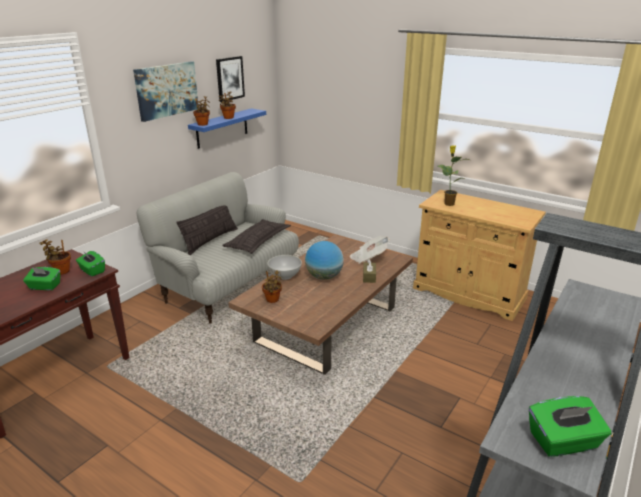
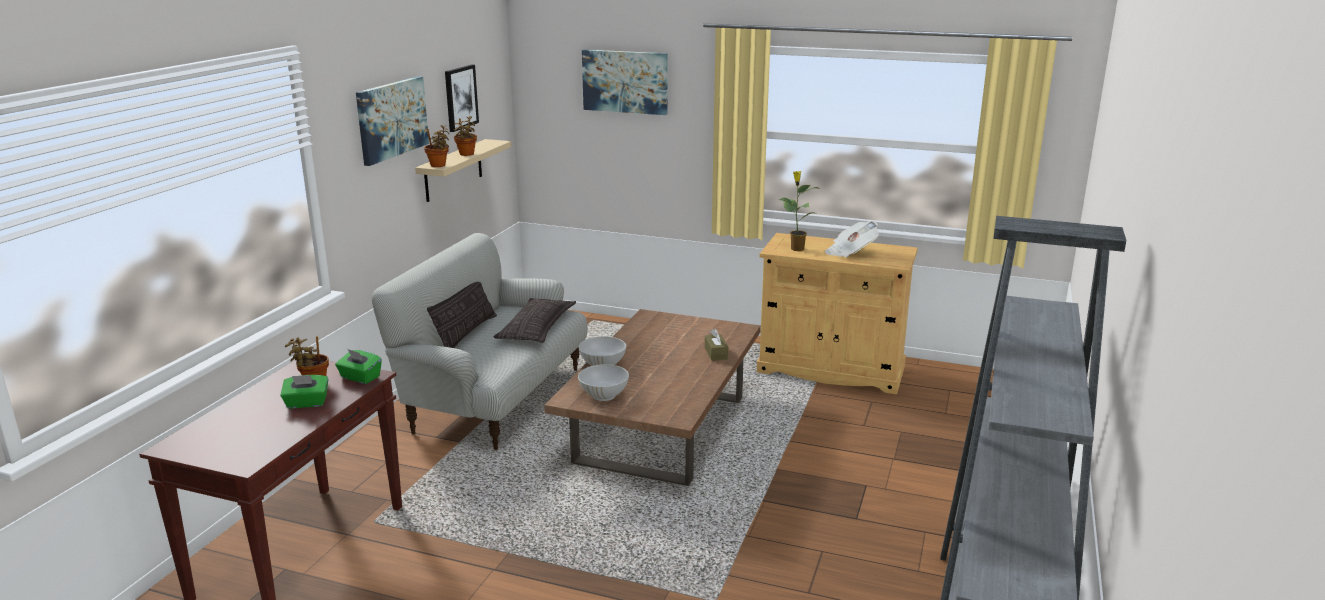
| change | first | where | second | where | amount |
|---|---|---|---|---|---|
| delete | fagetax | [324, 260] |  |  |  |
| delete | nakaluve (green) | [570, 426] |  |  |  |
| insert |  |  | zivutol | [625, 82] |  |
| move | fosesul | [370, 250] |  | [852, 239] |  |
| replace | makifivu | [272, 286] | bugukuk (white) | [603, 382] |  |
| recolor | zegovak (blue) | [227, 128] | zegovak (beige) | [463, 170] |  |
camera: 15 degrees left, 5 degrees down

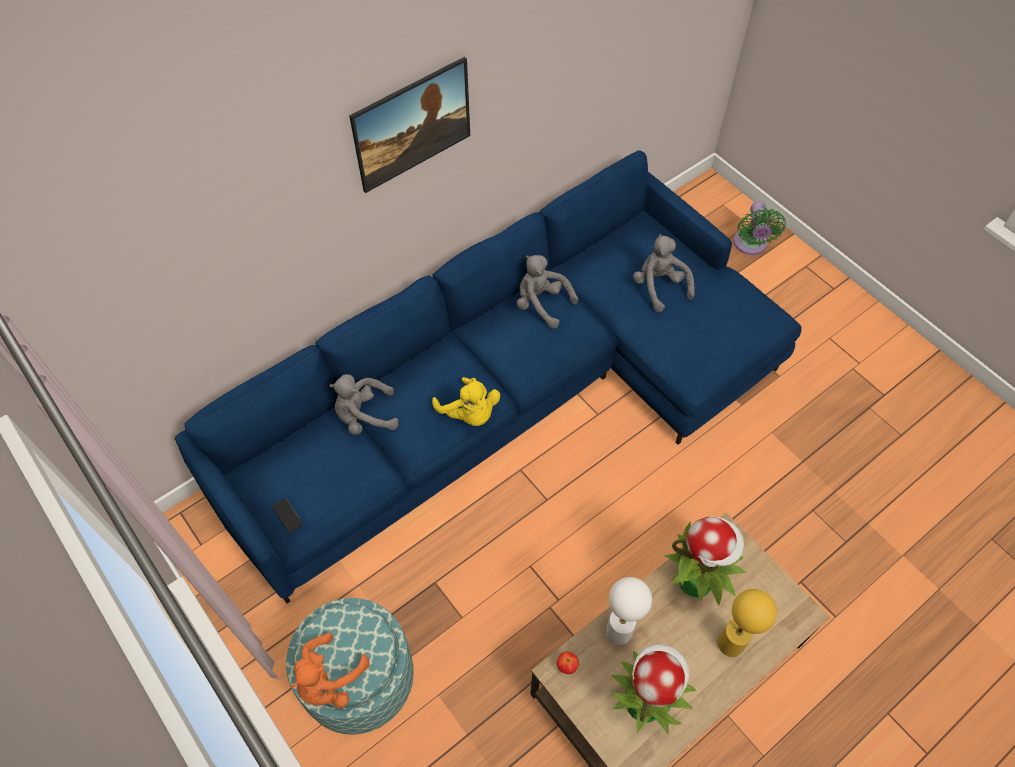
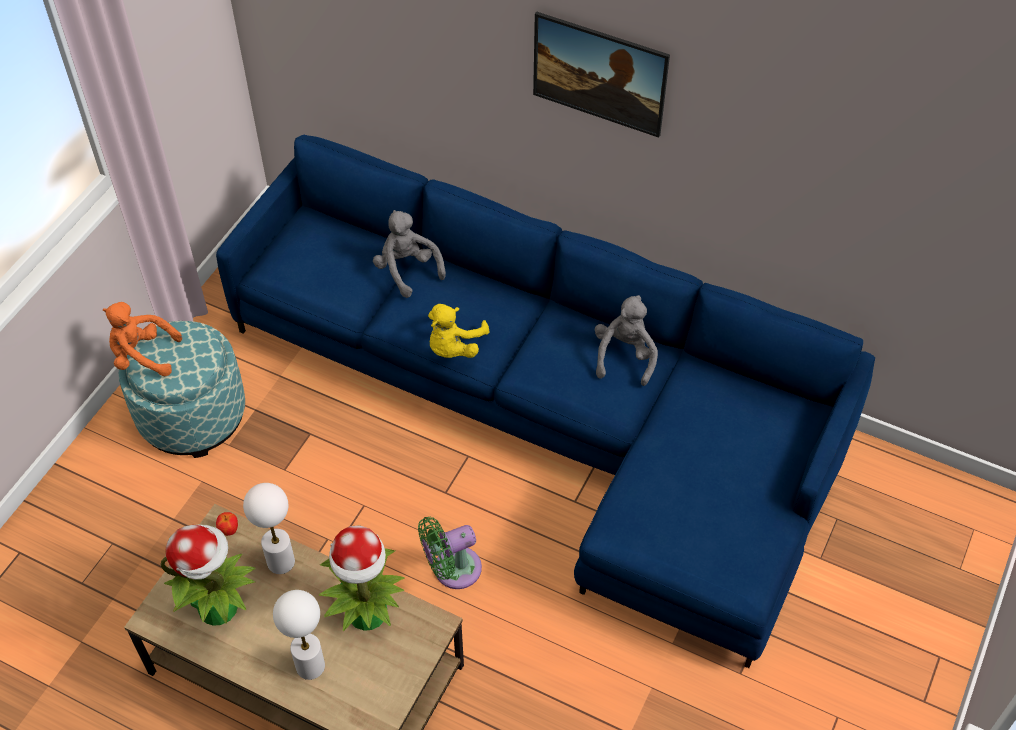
| change | first | where | second | where | amount |
|---|---|---|---|---|---|
| delete | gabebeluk | [287, 515] |  |  |  |
| delete | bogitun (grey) | [663, 273] |  |  |  |
| move | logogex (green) | [760, 228] |  | [450, 553] |  |
| recolor | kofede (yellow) | [747, 623] | kofede (white) | [299, 635] |  |
camera: 65 degrees right, 5 degrees down

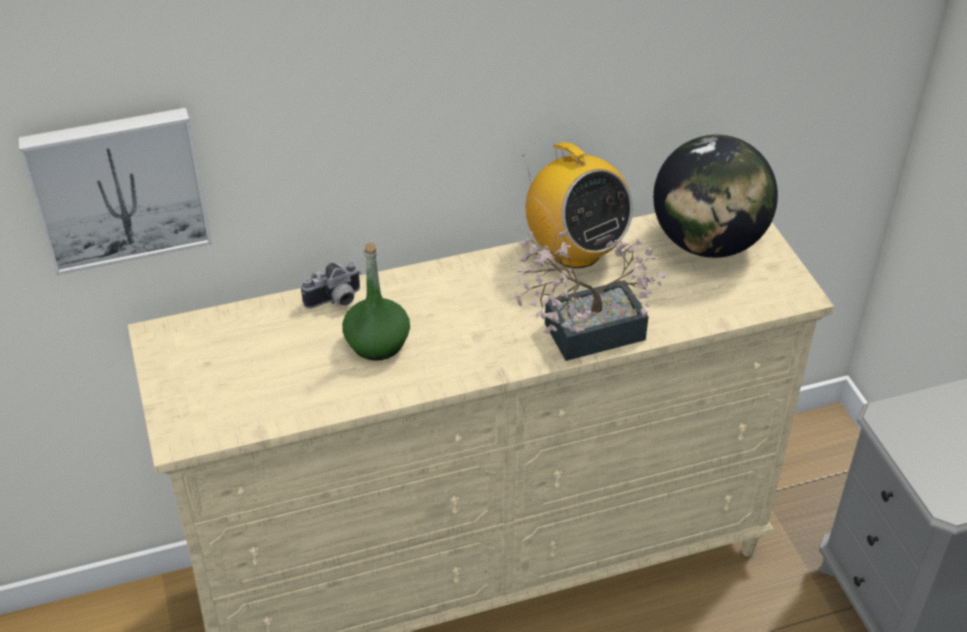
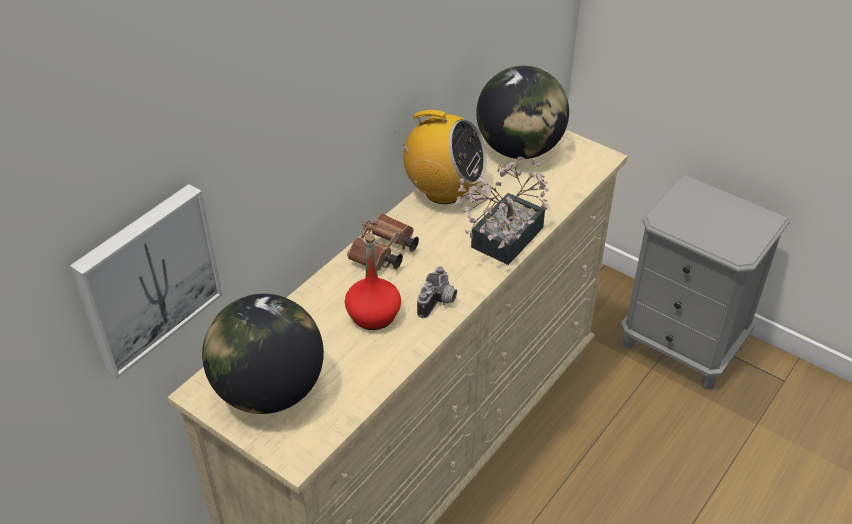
| change | first | where | second | where | amount |
|---|---|---|---|---|---|
| insert |  |  | fagetax | [263, 354] |  |
| insert |  |  | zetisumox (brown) | [383, 242] |  |
| move | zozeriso | [331, 285] |  | [437, 292] |  |
| recolor | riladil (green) | [376, 301] | riladil (red) | [373, 282] |  |
camera: 35 degrees left, 0 degrees up

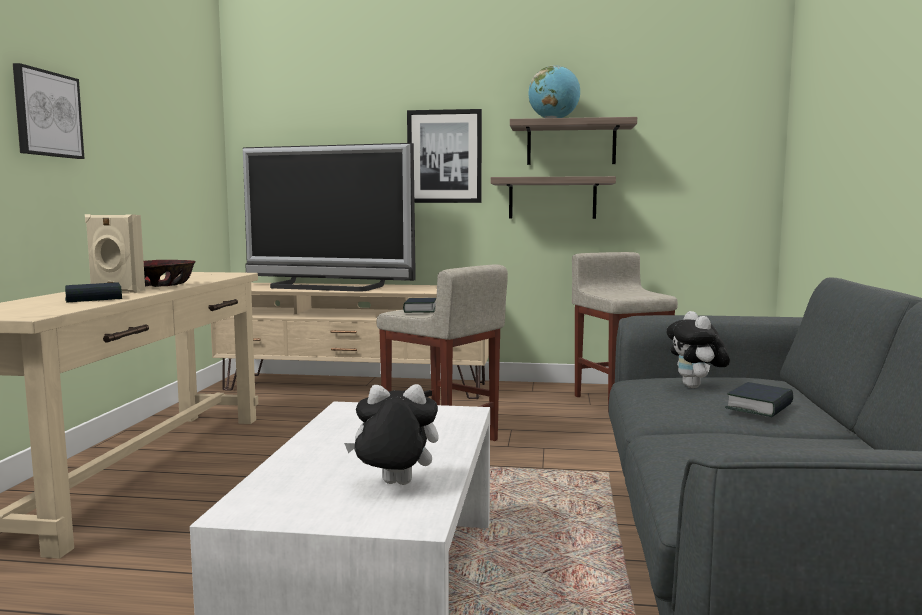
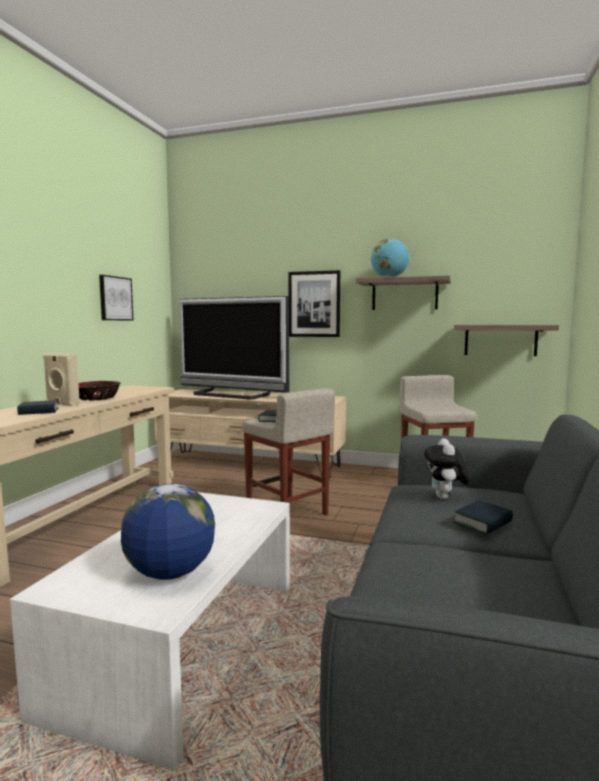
| change | first | where | second | where | amount |
|---|---|---|---|---|---|
| move | zivutol | [48, 111] |  | [116, 297] |  |
| move | zegovak | [553, 197] |  | [506, 340] |  |
| replace | bogitun | [391, 434] | fagetax | [168, 532] |  |
camera: 10 degrees right, 0 degrees up

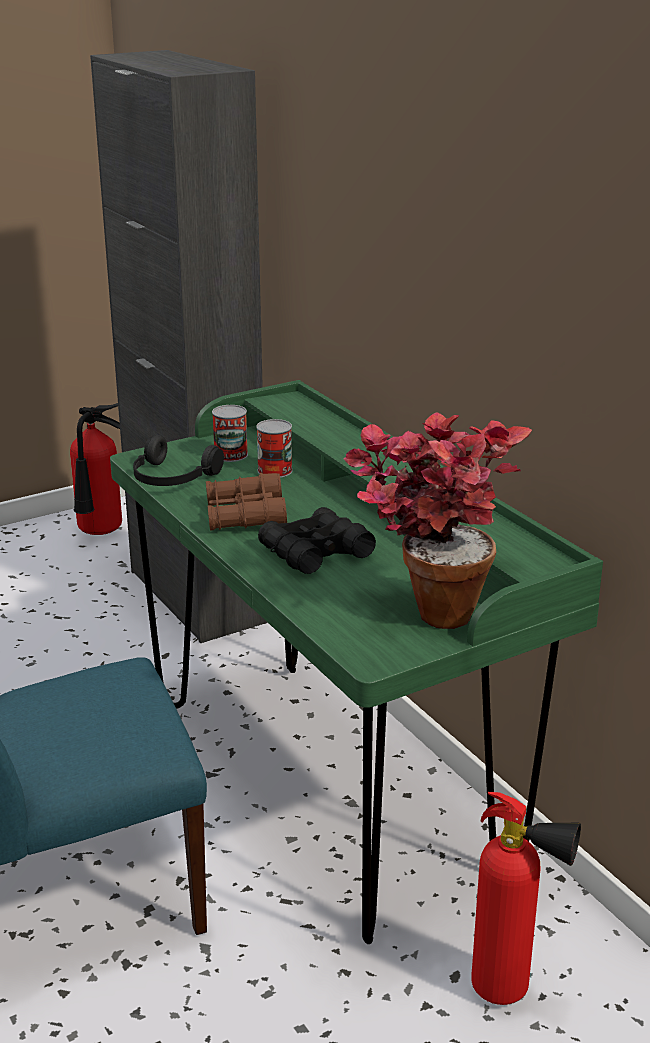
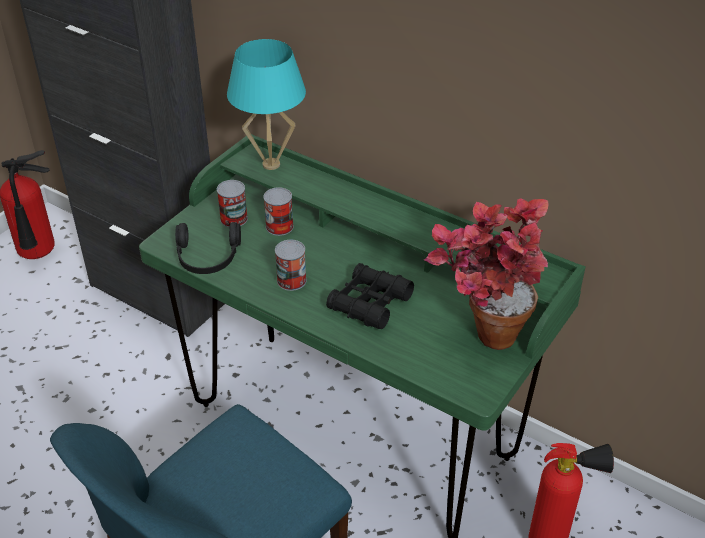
| change | first | where | second | where | amount |
|---|---|---|---|---|---|
| insert |  |  | kofede (turquoise) | [266, 104] |  |
| replace | zetisumox (brown) | [246, 502] | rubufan | [291, 265] |  |
camera: 25 degrees left, 15 degrees up

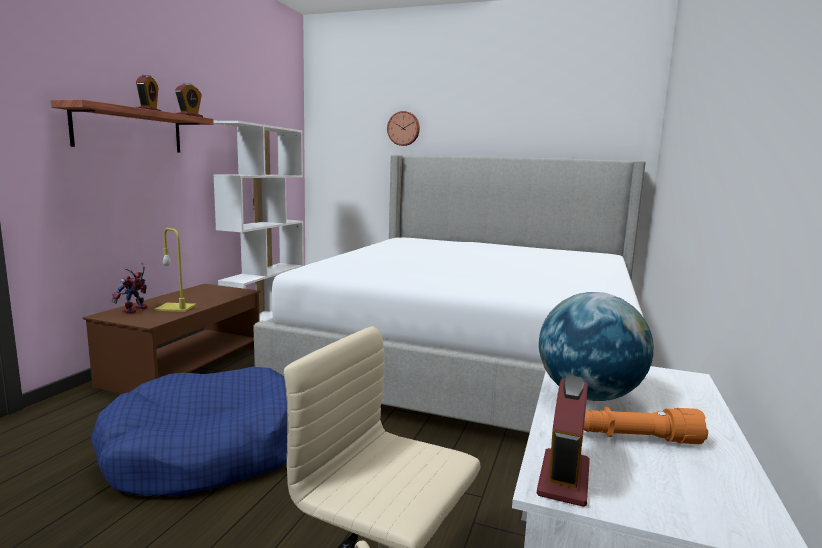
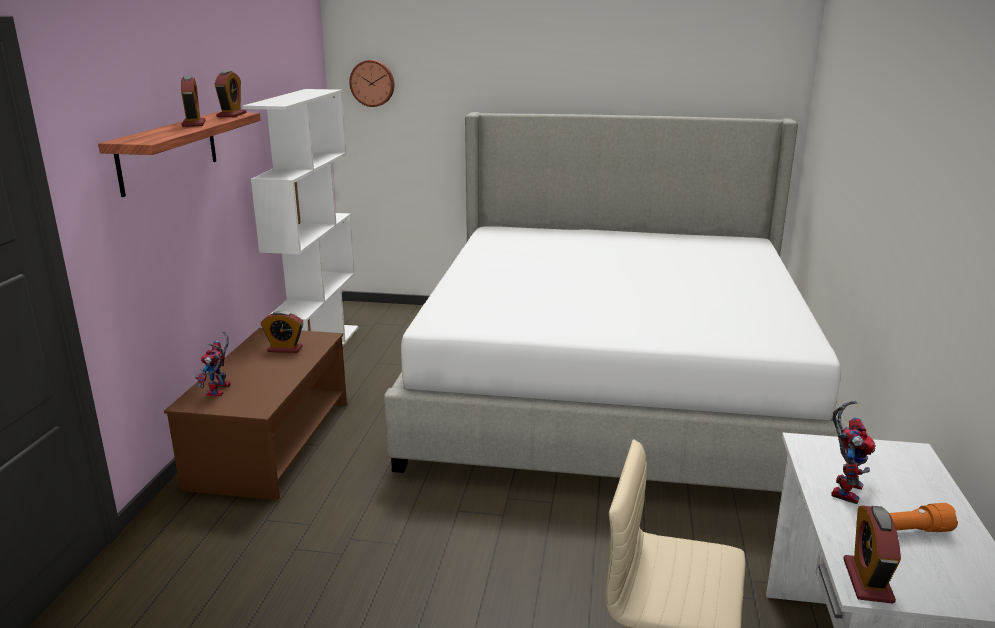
| change | first | where | second | where | amount |
|---|---|---|---|---|---|
| delete | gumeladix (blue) | [189, 432] |  |  |  |
| delete | kofede (yellow) | [175, 270] |  |  |  |
| insert |  |  | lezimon | [282, 332] |  |
| move | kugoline | [403, 128] |  | [371, 83] |  |
| replace | fagetax | [596, 346] | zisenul | [853, 452] |  |
camera: 10 degrees left, 10 degrees up

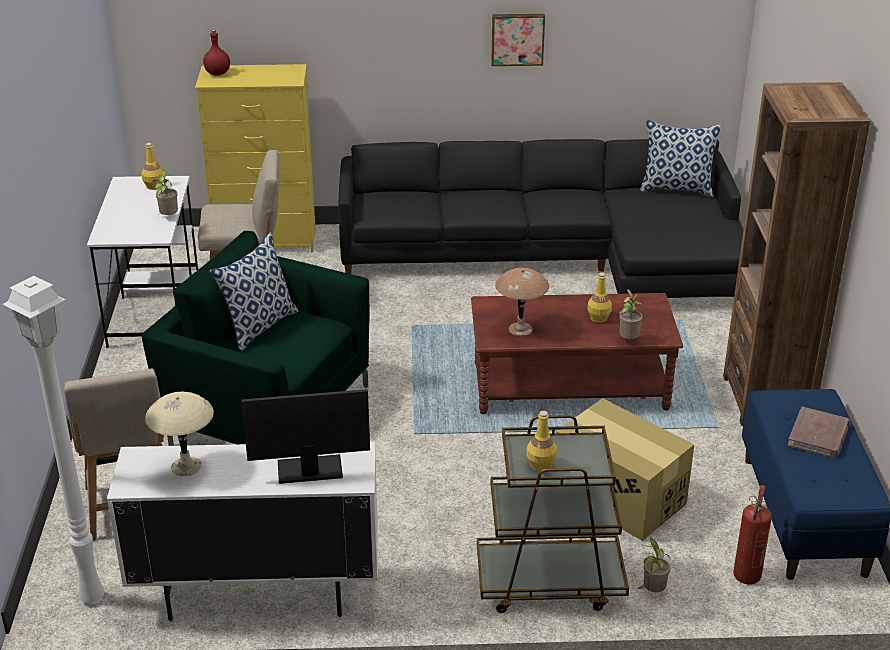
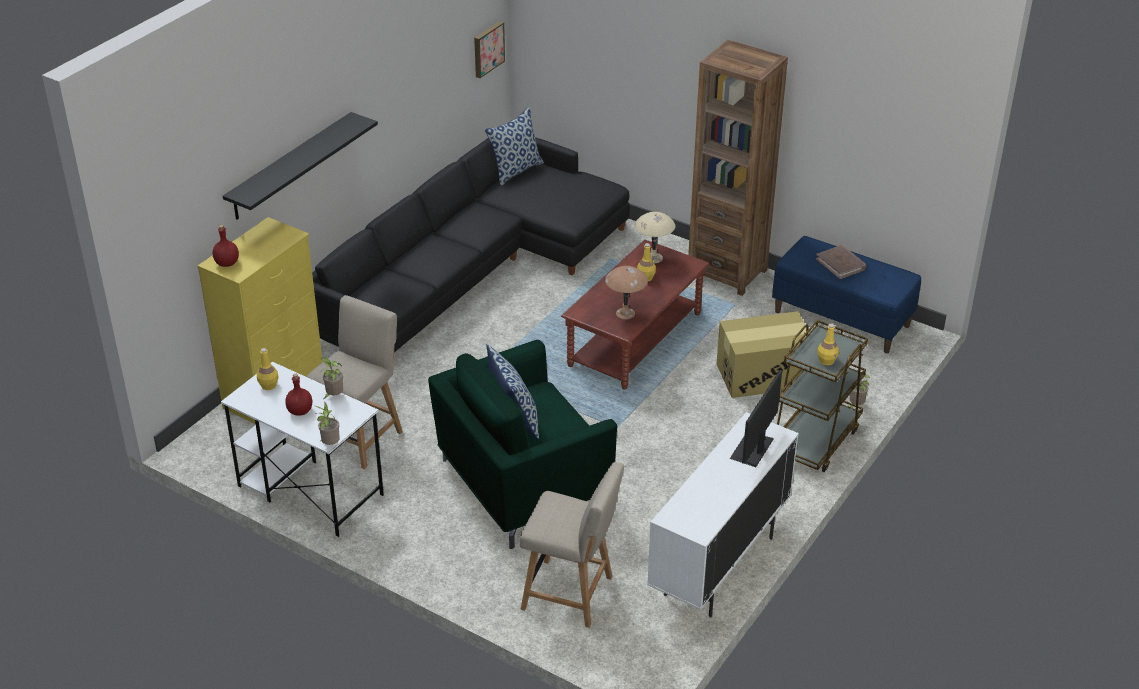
| change | first | where | second | where | amount |
|---|---|---|---|---|---|
| delete | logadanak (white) | [54, 440] |  |  |  |
| delete | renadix | [752, 534] |  |  |  |
| insert |  |  | zegovak (black) | [300, 166] |  |
| insert |  |  | riladil (red) | [298, 395] |  |
| move | kofede (beige) | [179, 434] |  | [655, 237] |  |
| move | zivutol | [518, 40] |  | [489, 49] |  |
| move | makifivu | [631, 314] |  | [327, 423] |  |
camera: 55 degrees left, 5 degrees up

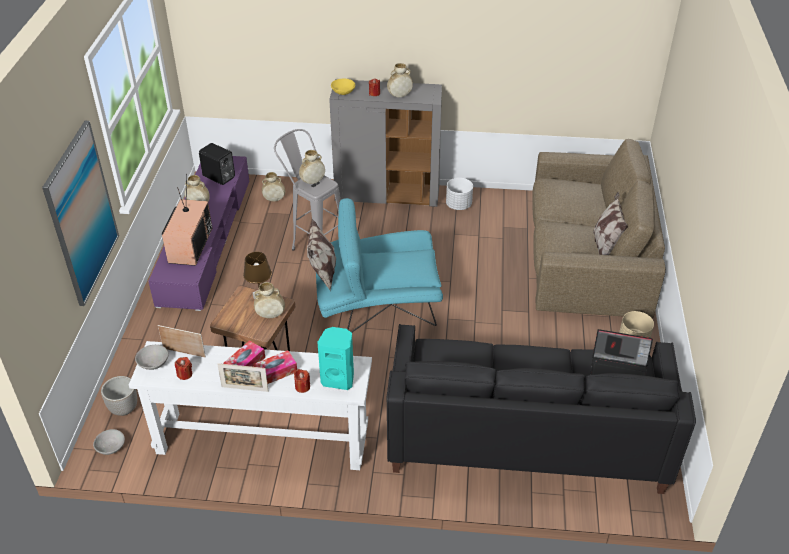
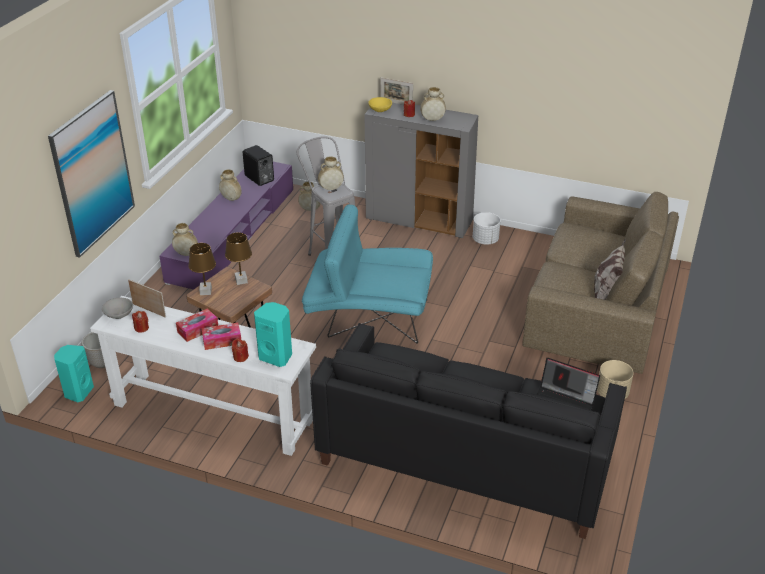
| change | first | where | second | where | amount |
|---|---|---|---|---|---|
| delete | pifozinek | [187, 220] |  |  |  |
| delete | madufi | [321, 255] |  |  |  |
| insert |  |  | kofede (brown) | [202, 269] |  |
| move | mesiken | [243, 377] |  | [397, 91] |  |
| move | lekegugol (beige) | [269, 300] |  | [185, 239] |  |
| replace | bugukuk (grey) | [109, 442] | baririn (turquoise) | [74, 374] |  |
camera: 15 degrees right, 5 degrees down

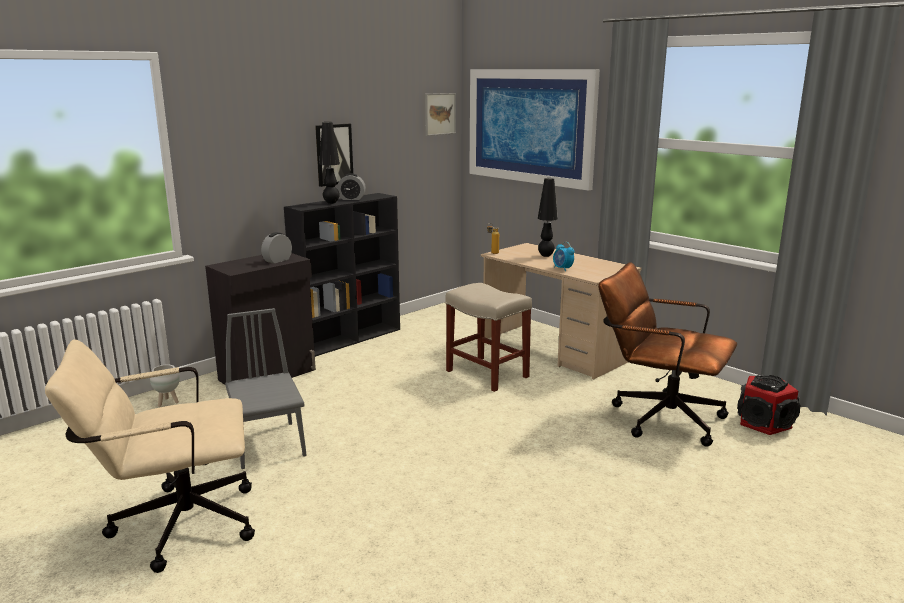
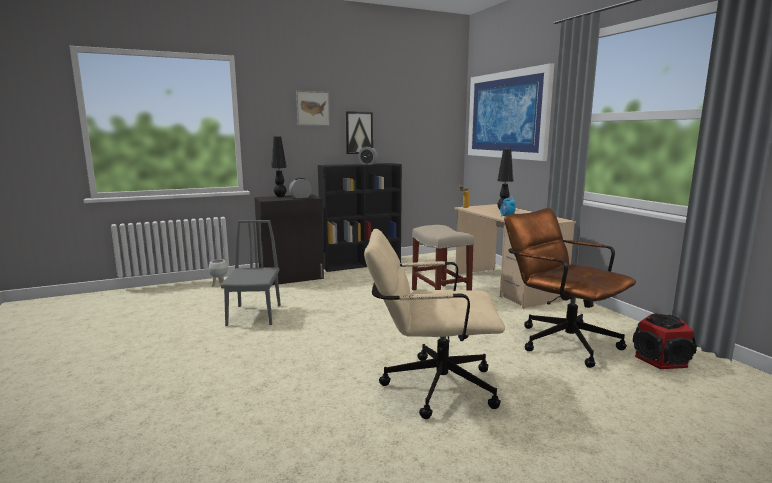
| change | first | where | second | where | amount |
|---|---|---|---|---|---|
| move | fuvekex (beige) | [150, 456] |  | [434, 323] |  |
| move | kofede (black) | [329, 163] |  | [279, 166] |  |
| move | zivutol | [440, 114] |  | [313, 108] |  |
camera: 20 degrees right, 5 degrees down

